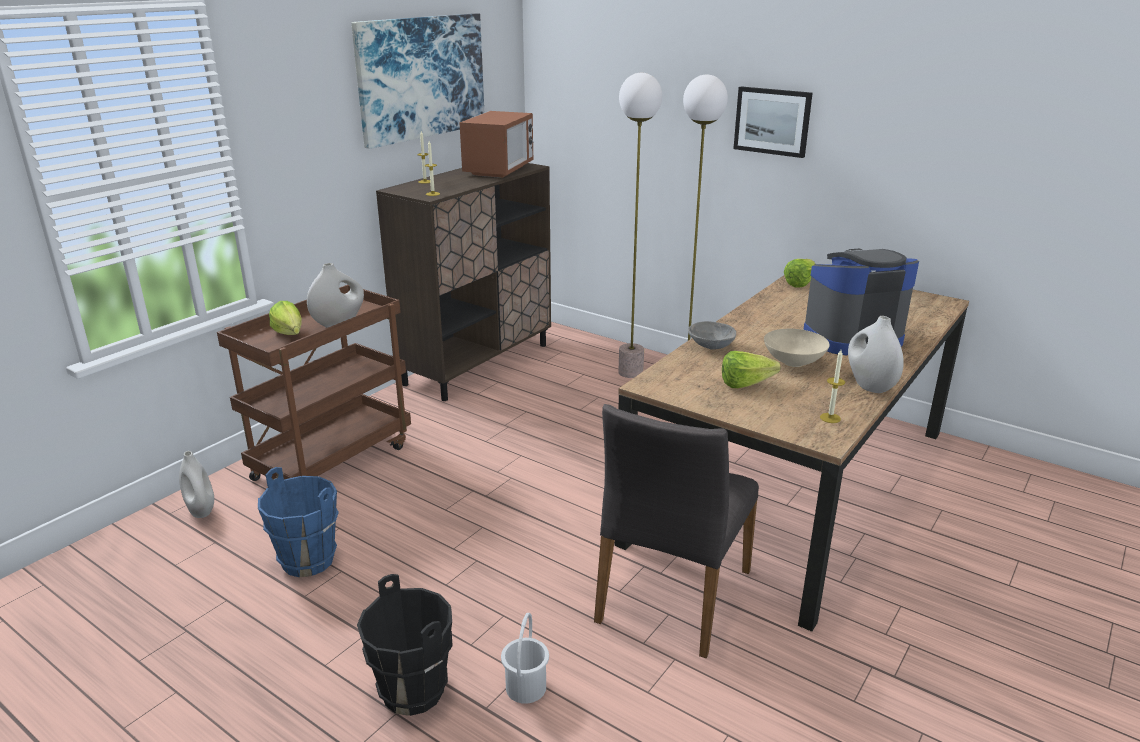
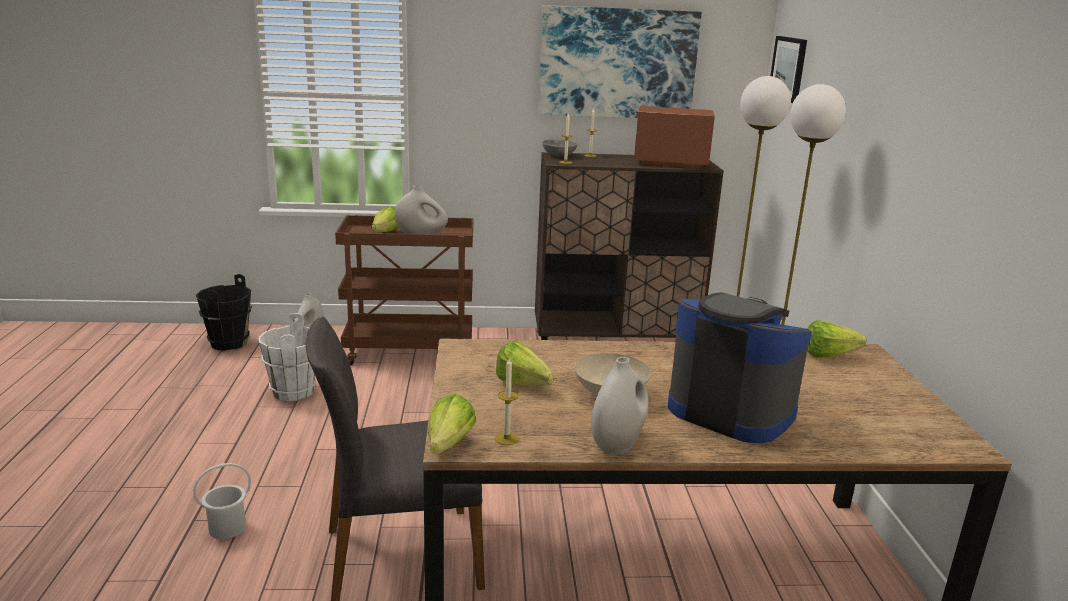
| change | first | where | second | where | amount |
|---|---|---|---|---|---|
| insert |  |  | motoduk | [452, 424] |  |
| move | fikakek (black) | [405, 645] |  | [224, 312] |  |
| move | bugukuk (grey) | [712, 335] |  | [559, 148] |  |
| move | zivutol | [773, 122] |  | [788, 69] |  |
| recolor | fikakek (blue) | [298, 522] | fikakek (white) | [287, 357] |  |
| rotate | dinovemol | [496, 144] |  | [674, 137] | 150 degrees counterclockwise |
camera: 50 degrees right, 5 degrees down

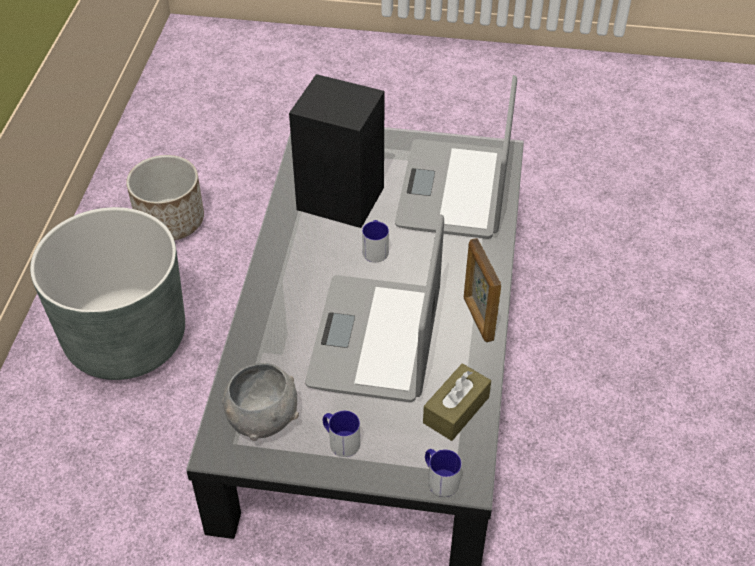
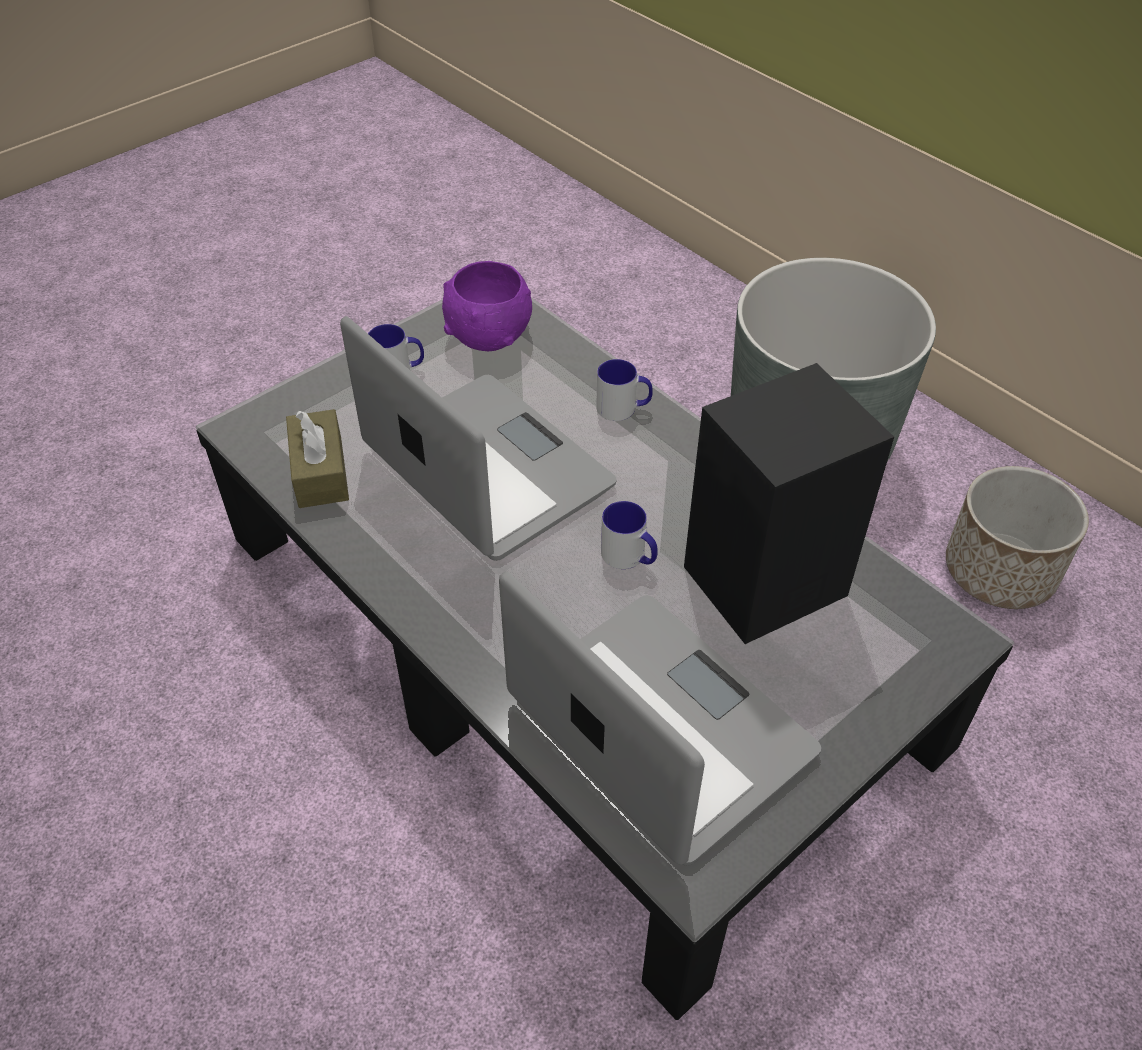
| change | first | where | second | where | amount |
|---|---|---|---|---|---|
| delete | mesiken | [482, 290] |  |  |  |
| move | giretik | [443, 473] |  | [624, 390] |  |
| recolor | bugukuk (grey) | [261, 402] | bugukuk (purple) | [487, 306] |  |
camera: 130 degrees right, 0 degrees up

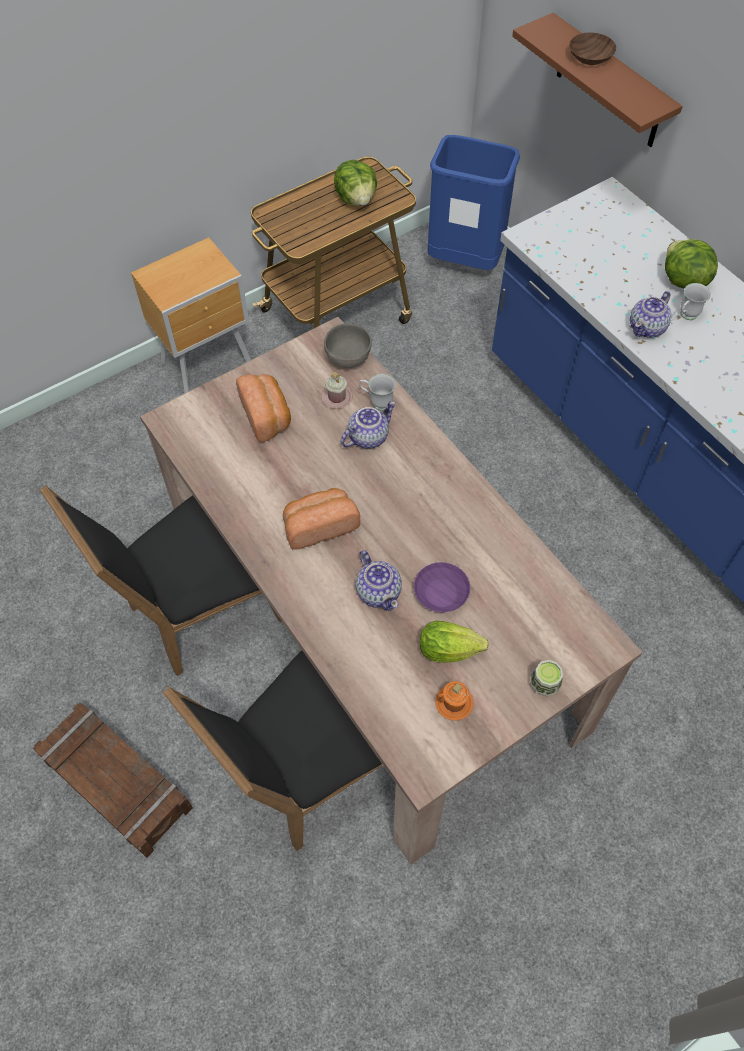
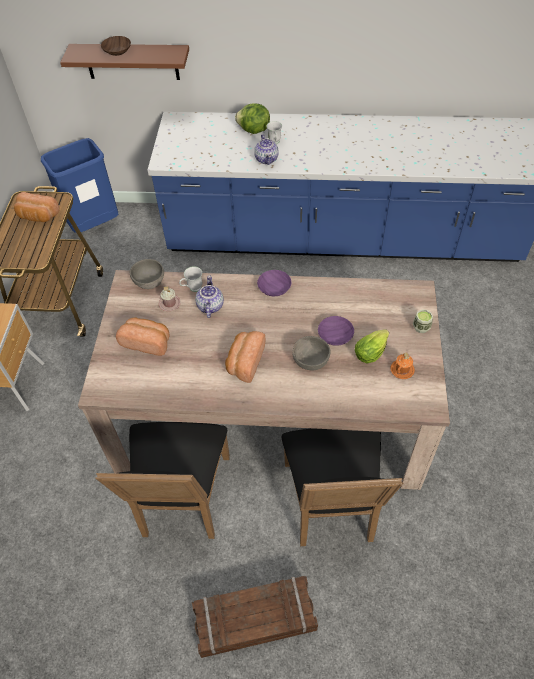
| change | first | where | second | where | amount |
|---|---|---|---|---|---|
| insert |  |  | bugukuk (purple) | [274, 283] |  |
| replace | motoduk | [355, 183] | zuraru | [36, 207] |  |
| replace | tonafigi | [379, 580] | bugukuk (grey) | [311, 353] |  |
camera: 50 degrees left, 5 degrees down

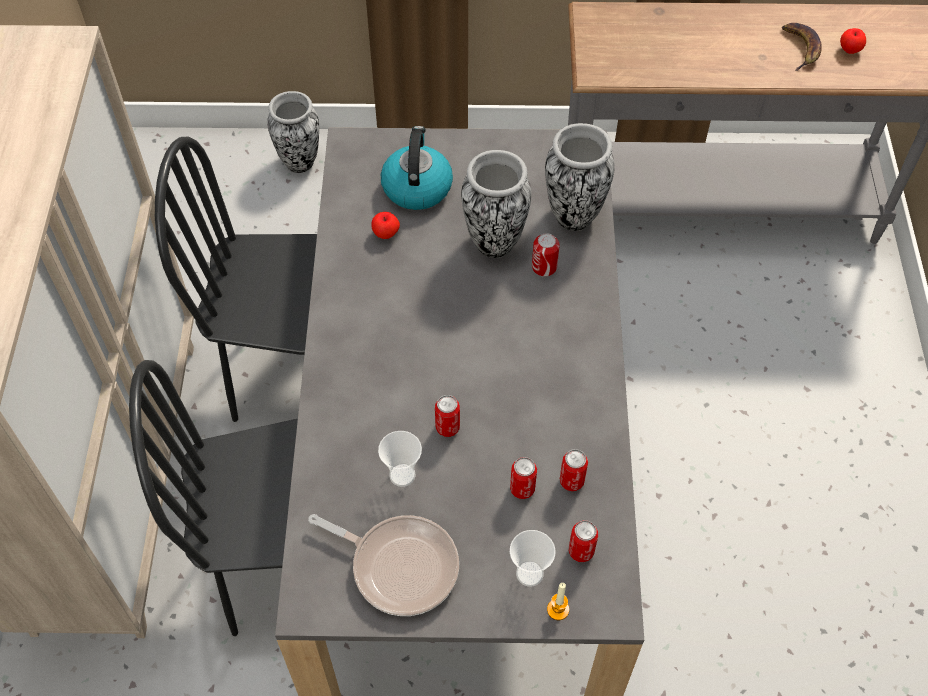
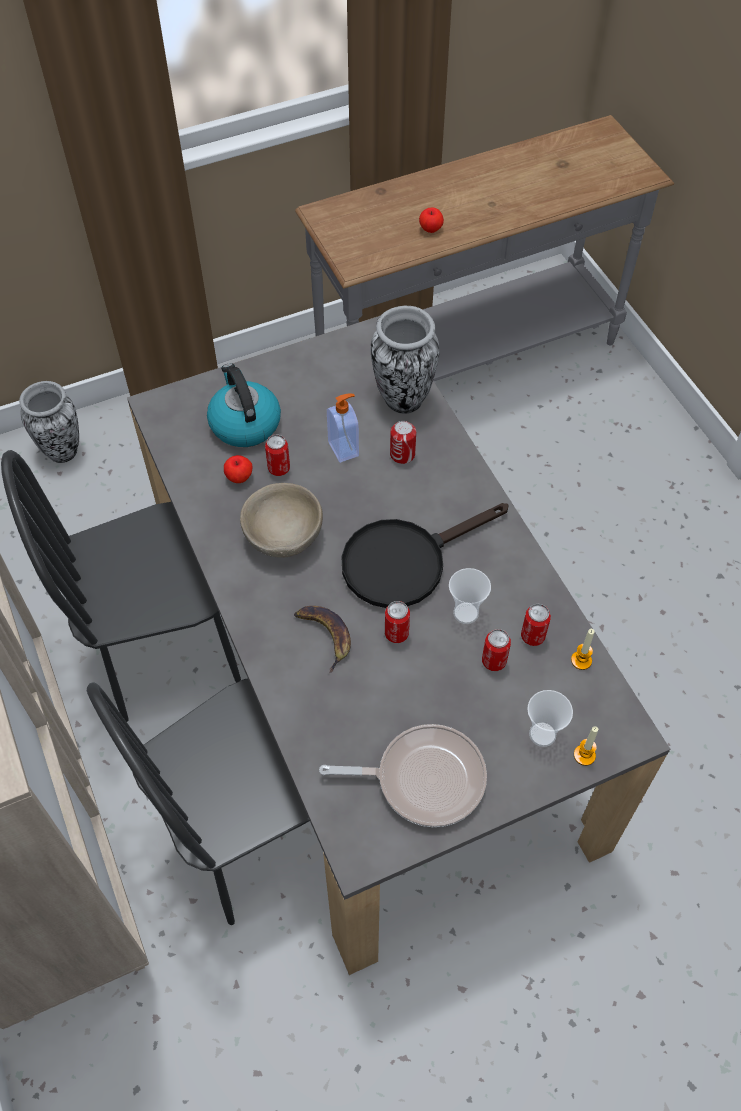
| change | first | where | second | where | amount |
|---|---|---|---|---|---|
| insert |  |  | bugukuk (beige) | [281, 520] |  |
| insert |  |  | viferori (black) | [425, 555] |  |
| insert |  |  | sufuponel | [582, 649] |  |
| move | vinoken | [400, 459] |  | [470, 596] |  |
| move | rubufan | [583, 541] |  | [277, 455] |  |
| move | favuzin | [802, 47] |  | [322, 639] |  |
| move | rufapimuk | [853, 41] |  | [431, 220] |  |
| replace | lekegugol | [496, 204] | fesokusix | [343, 428] |  |
camera: 25 degrees left, 0 degrees up

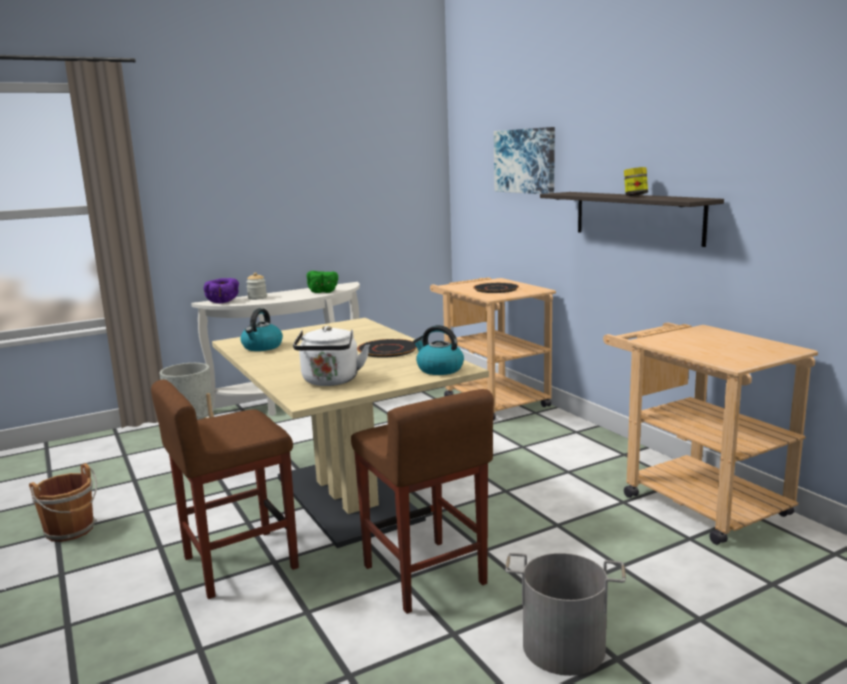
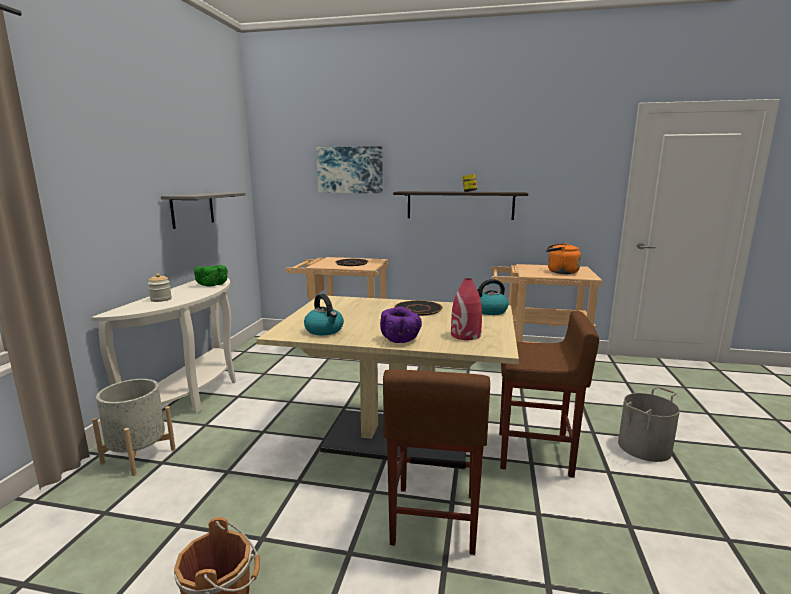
| change | first | where | second | where | amount |
|---|---|---|---|---|---|
| insert |  |  | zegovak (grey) | [203, 210] |  |
| insert |  |  | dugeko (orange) | [563, 258] |  |
| move | bugukuk (purple) | [221, 290] |  | [401, 325] |  |
| replace | dugeko (white) | [331, 356] | lekegugol (red) | [466, 309] |  |
camera: 50 degrees left, 0 degrees up

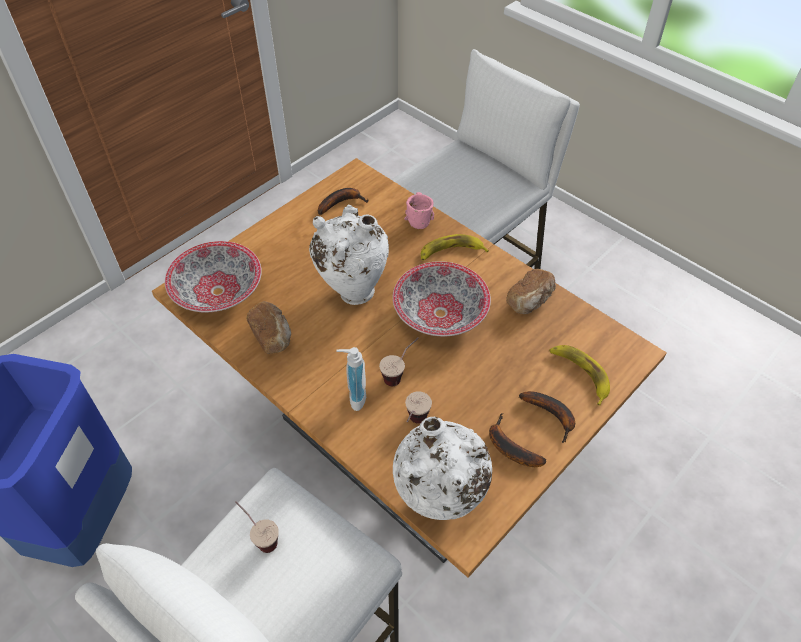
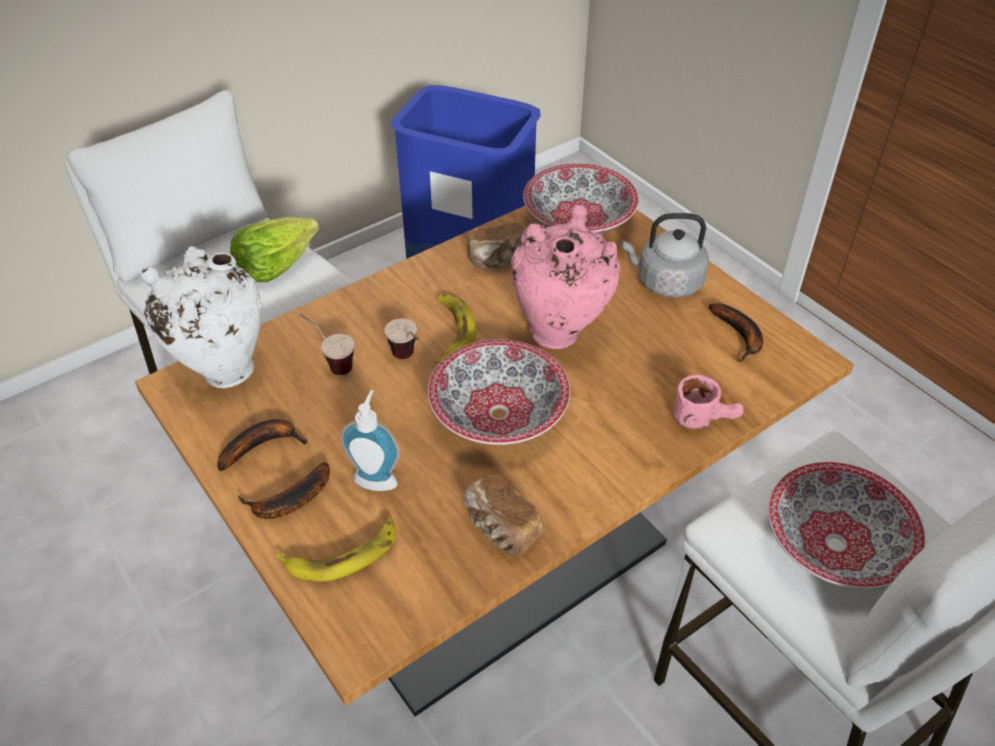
| change | first | where | second | where | amount |
|---|---|---|---|---|---|
| insert |  |  | dugeko (grey) | [665, 255] |  |
| insert |  |  | bugukuk | [846, 525] |  |
| move | fesokusix | [351, 379] |  | [370, 440] |  |
| move | favuzin | [455, 247] |  | [455, 329] |  |
| replace | vinoken | [257, 527] | motoduk | [274, 249] |  |
| recolor | lekegugol (white) | [349, 255] | lekegugol (pink) | [565, 276] |  |
camera: 100 degrees right, 5 degrees down

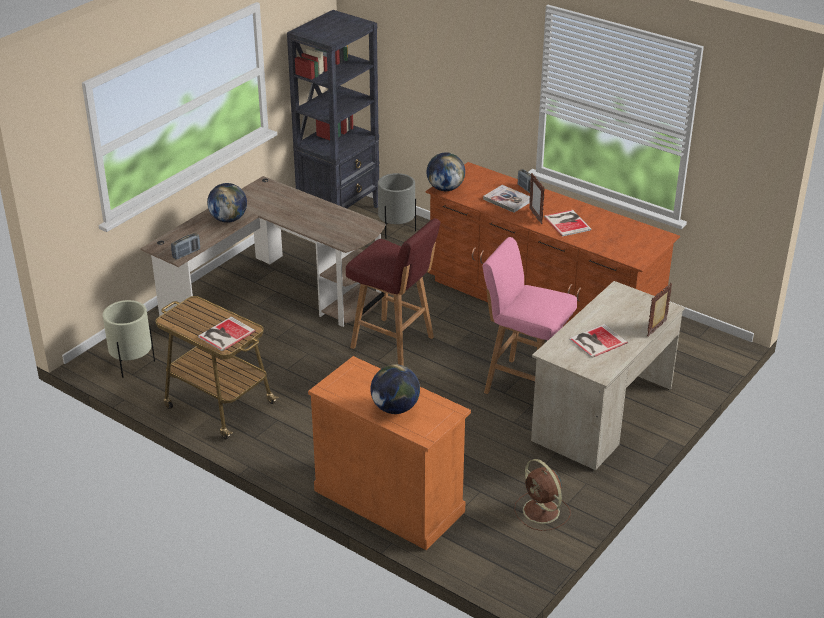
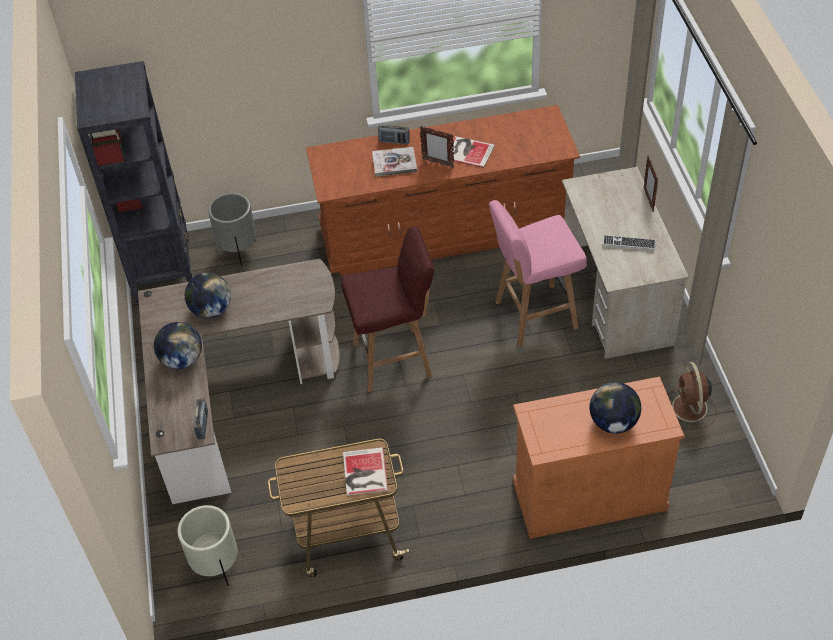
| change | first | where | second | where | amount |
|---|---|---|---|---|---|
| move | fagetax | [446, 171] |  | [208, 295] |  |
| replace | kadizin | [598, 341] | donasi | [629, 242] |  |
| rotate | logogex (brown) | [542, 495] |  | [692, 395] | 75 degrees clockwise |
camera: 45 degrees left, 15 degrees up

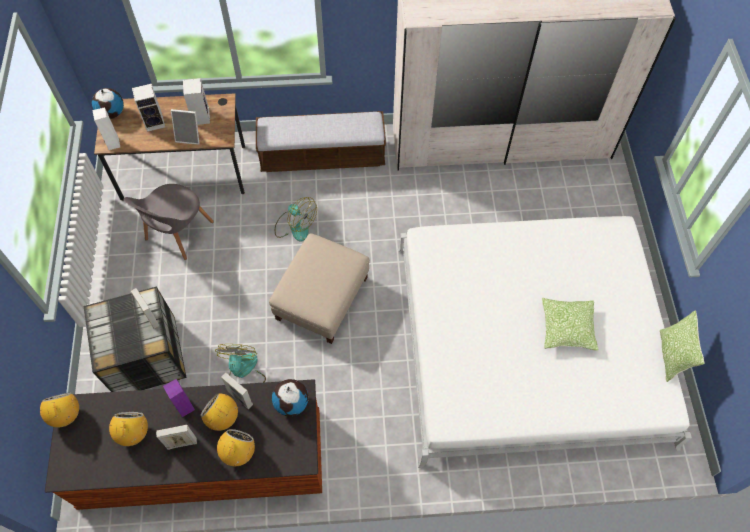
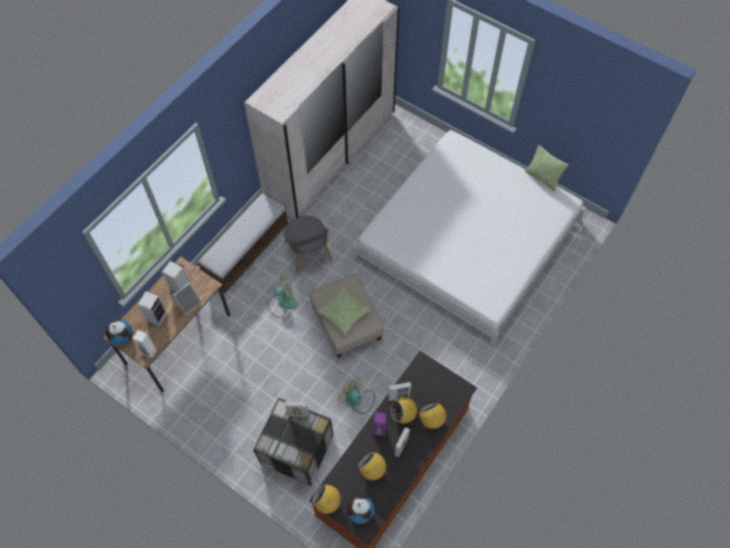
| change | first | where | second | where | amount |
|---|---|---|---|---|---|
| move | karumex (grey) | [169, 222] |  | [308, 244] |  |
| move | fagetax | [290, 397] |  | [360, 509] |  |
| move | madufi | [570, 324] |  | [344, 310] |  |
camera: 50 degrees left, 0 degrees up

